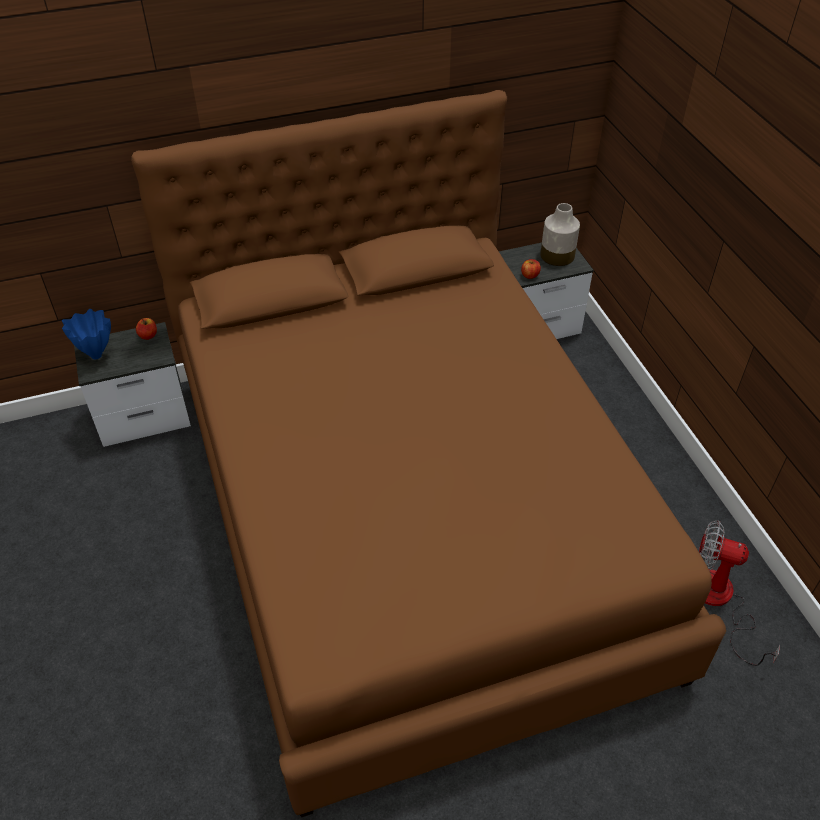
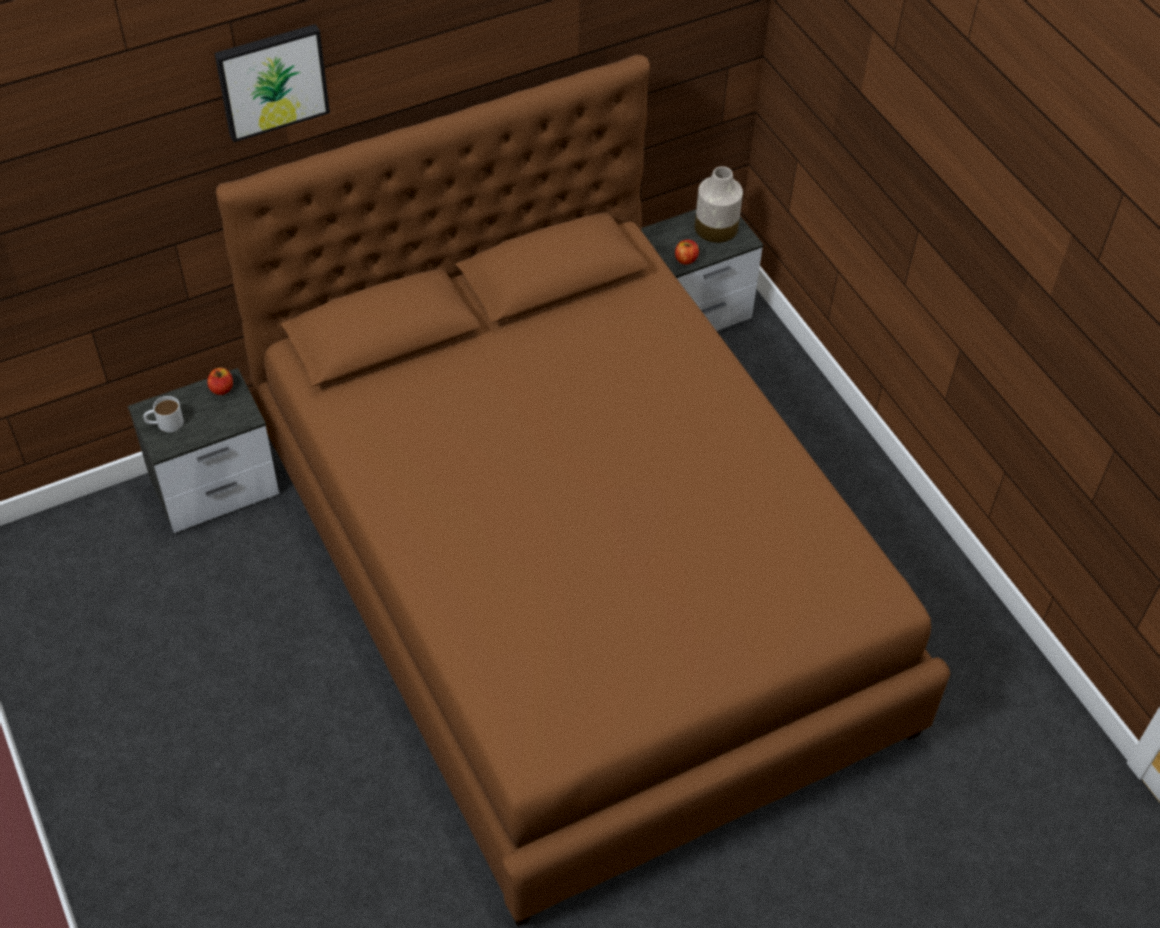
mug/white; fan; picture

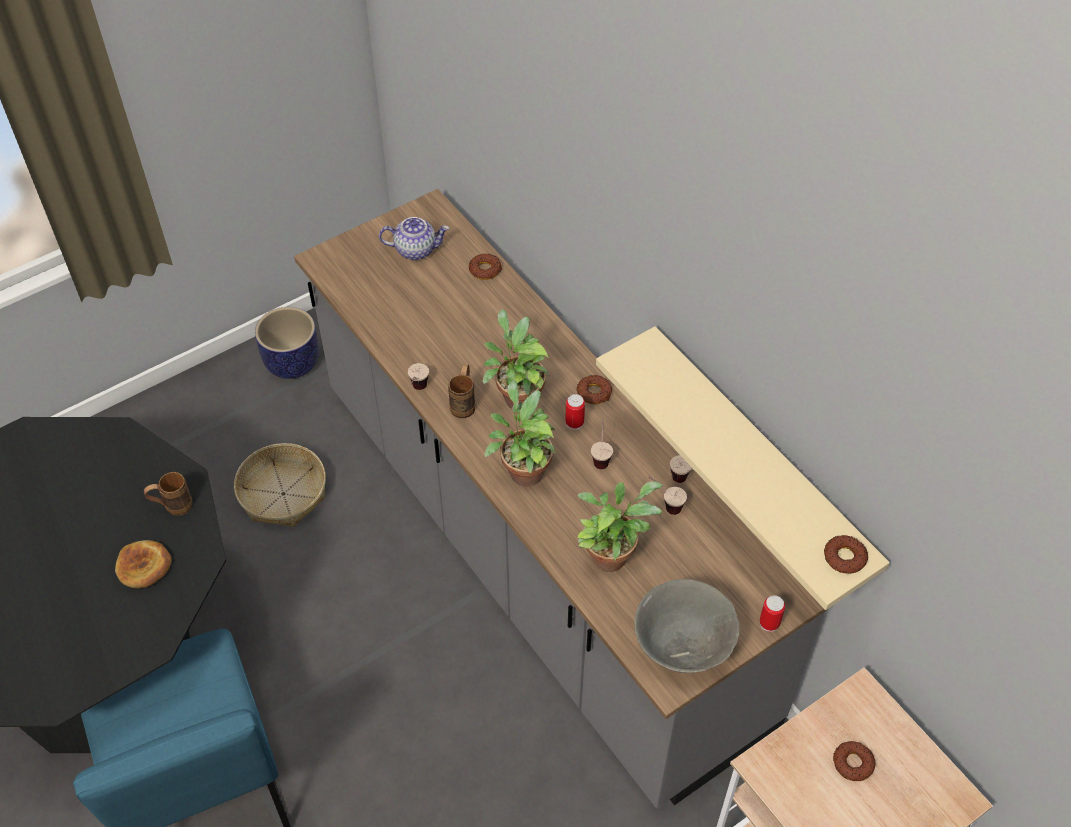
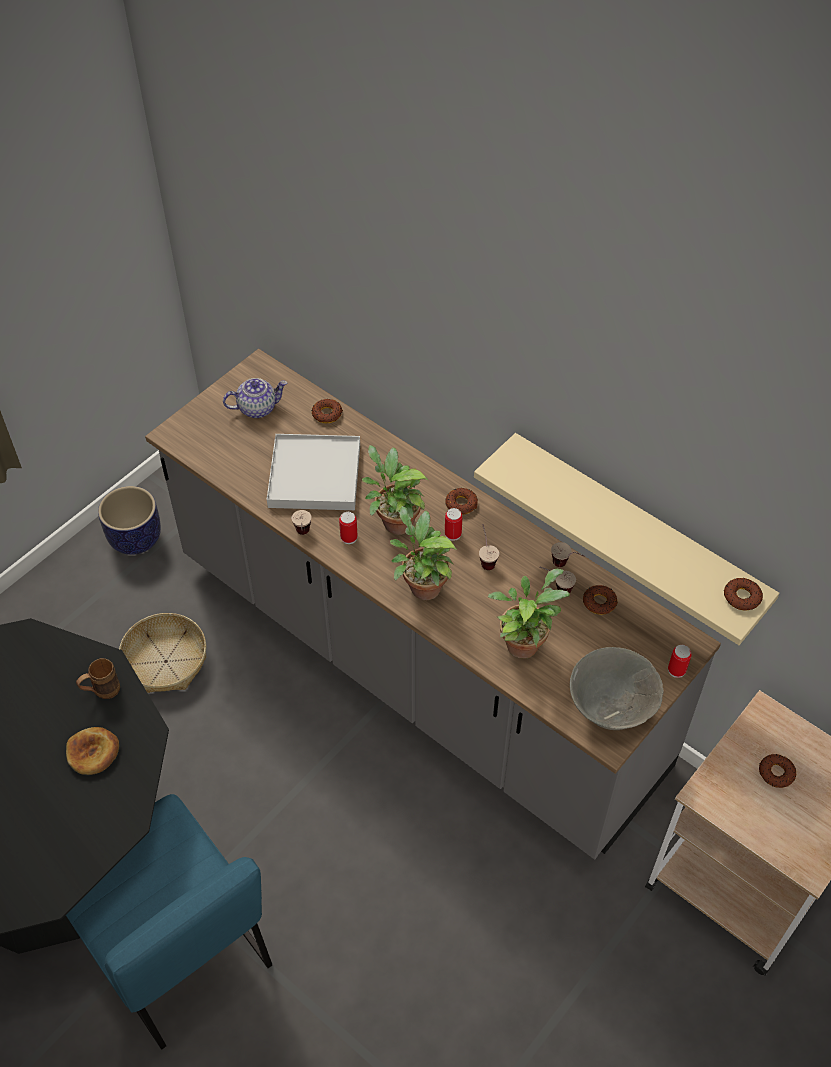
can (no. 1 from left); tray/white; donut (no. 3 from left)

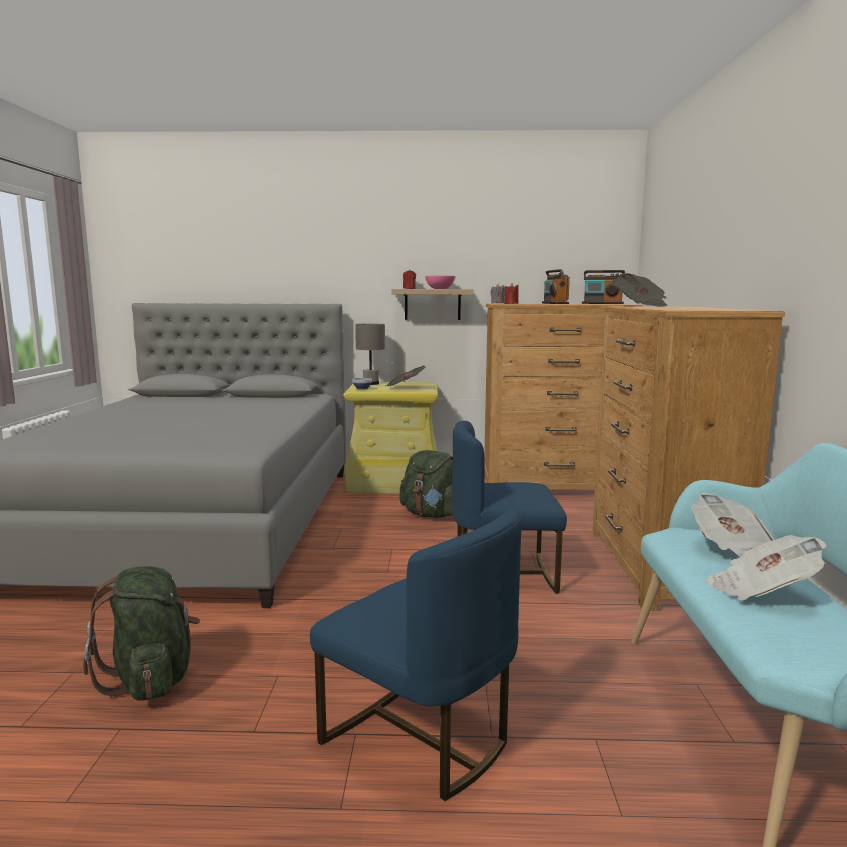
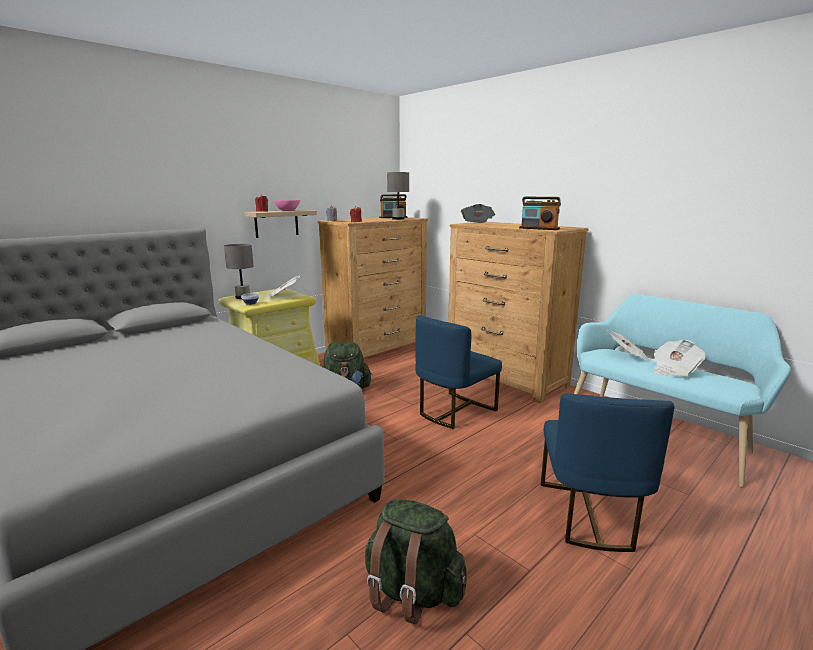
radio (no. 2 from left); chair/blue (no. 2 from left); table lamp/grey (no. 2 from left)

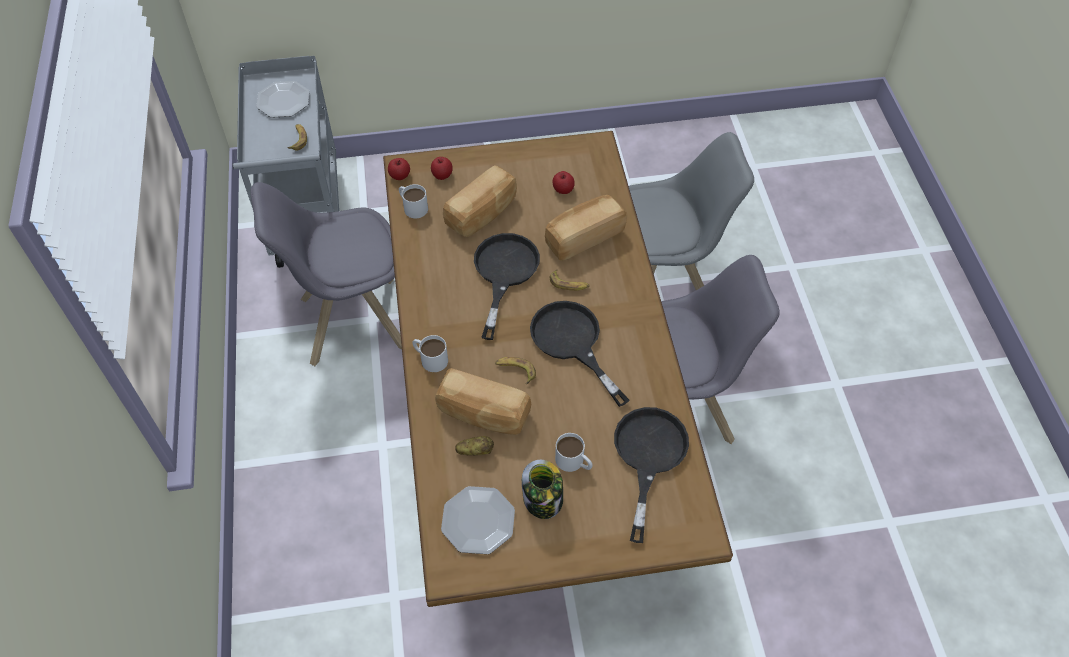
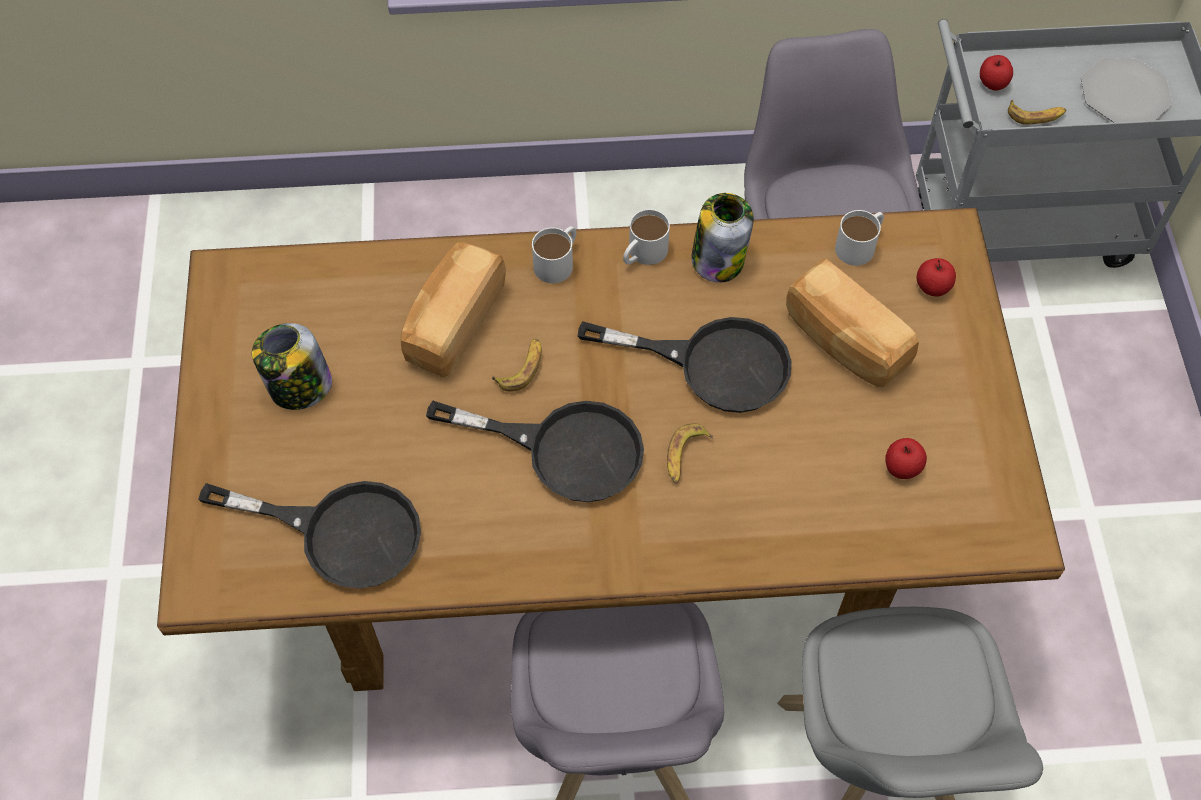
apple (no. 3 from left); bread (no. 3 from left in the first image); frying pan/black (no. 2 from left); mug/white (no. 2 from left); potato; plate (no. 2 from left in the first image); jar (no. 2 from left)

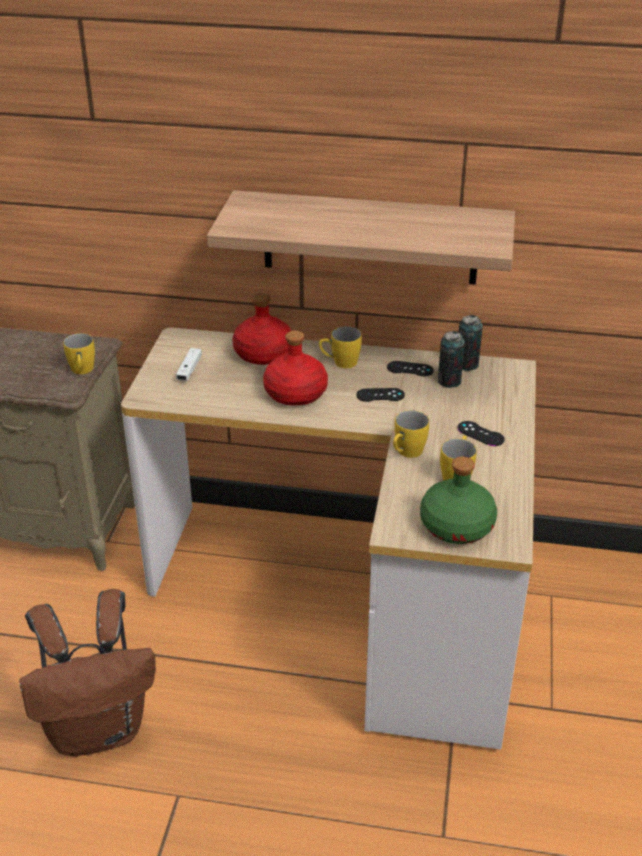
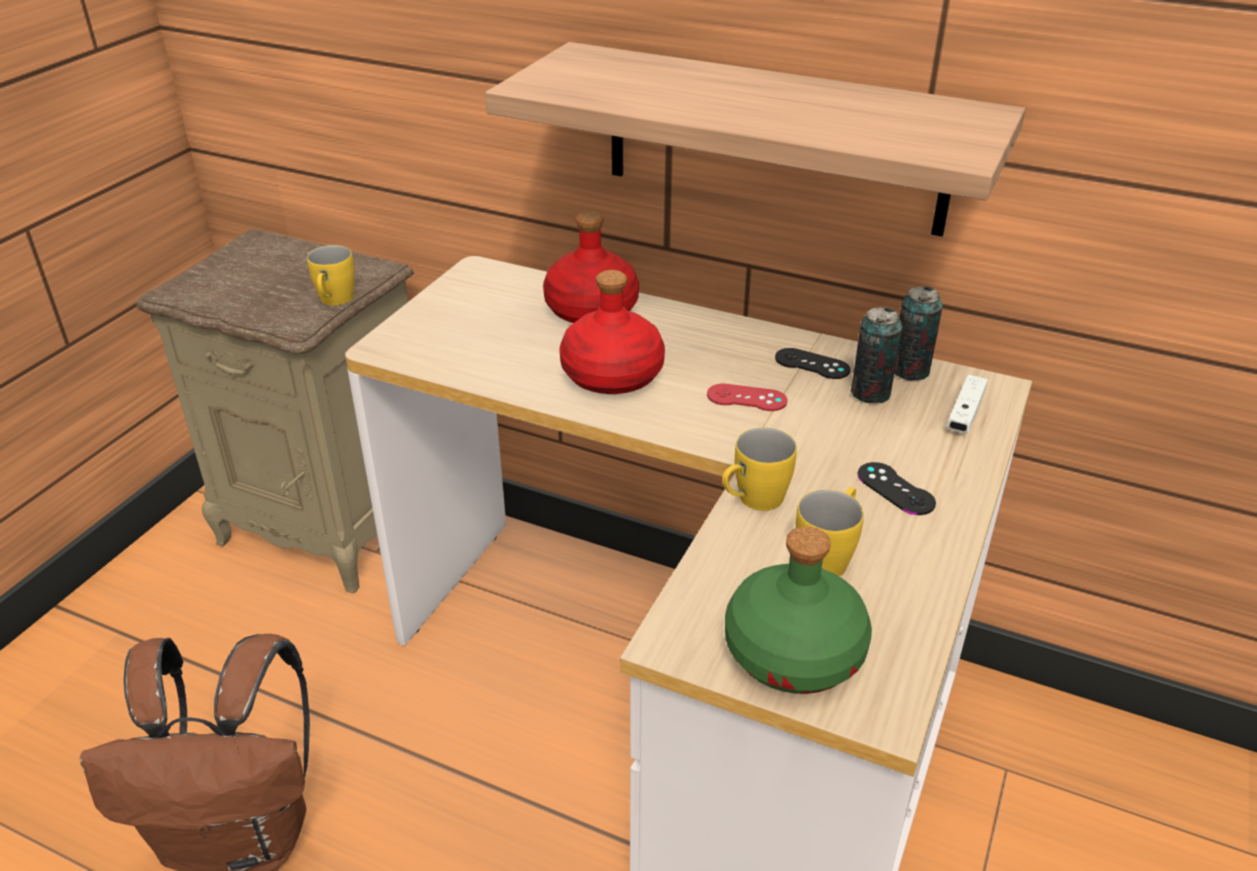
mug/yellow (no. 2 from left in the first image); game controller/white; game controller/red

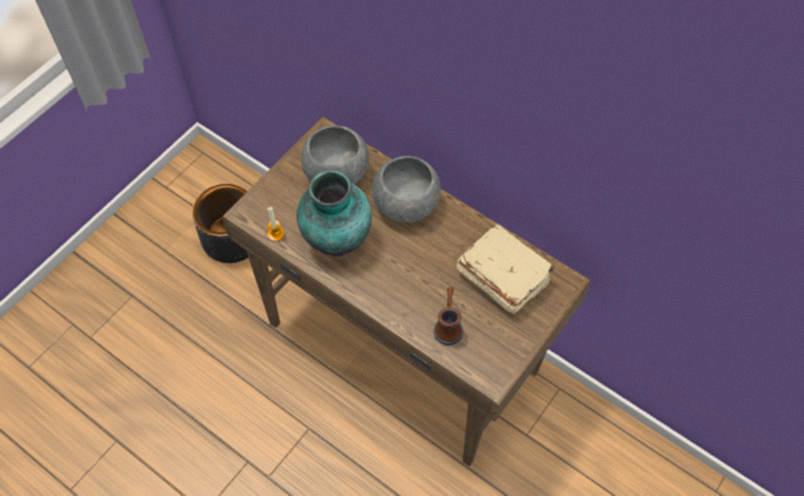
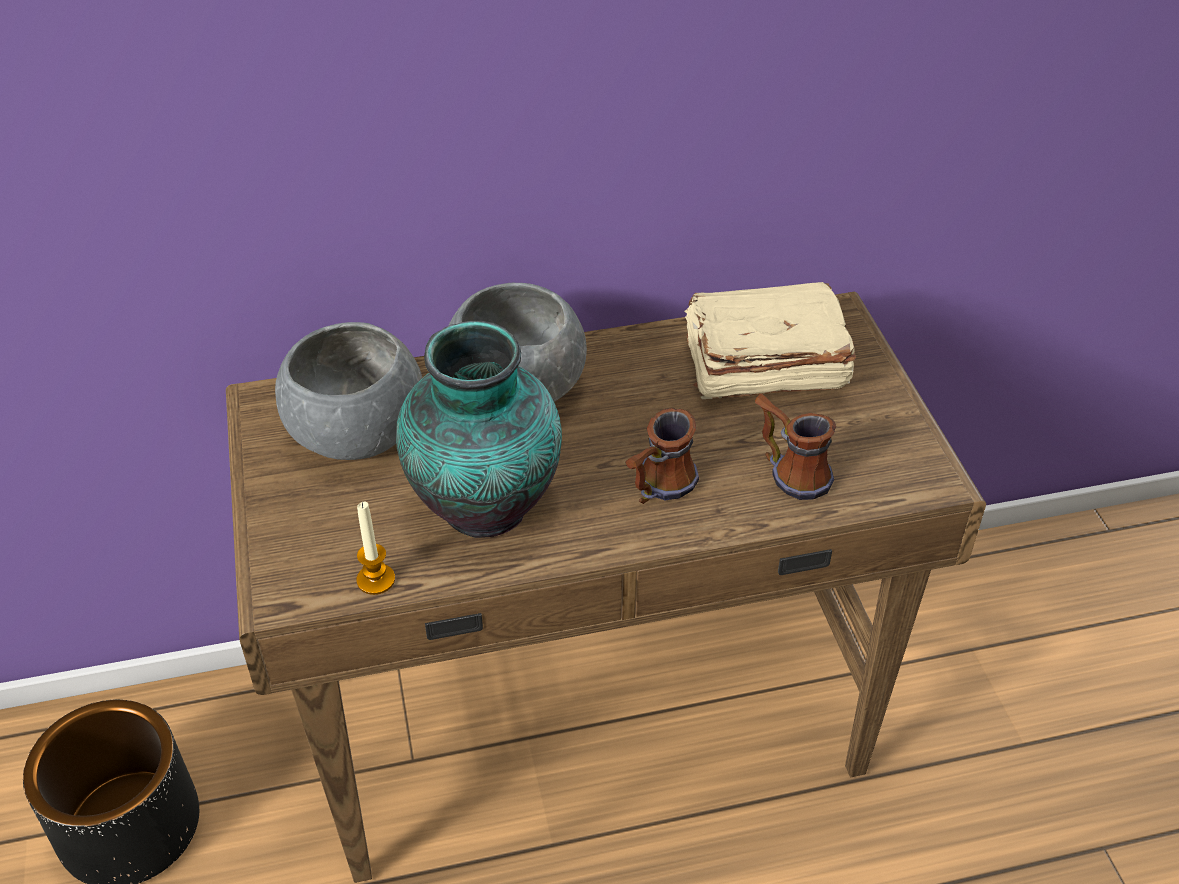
mug (no. 1 from left)

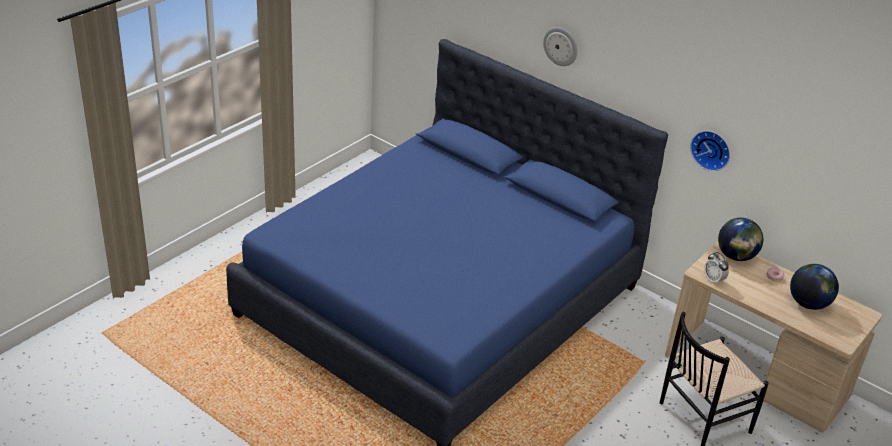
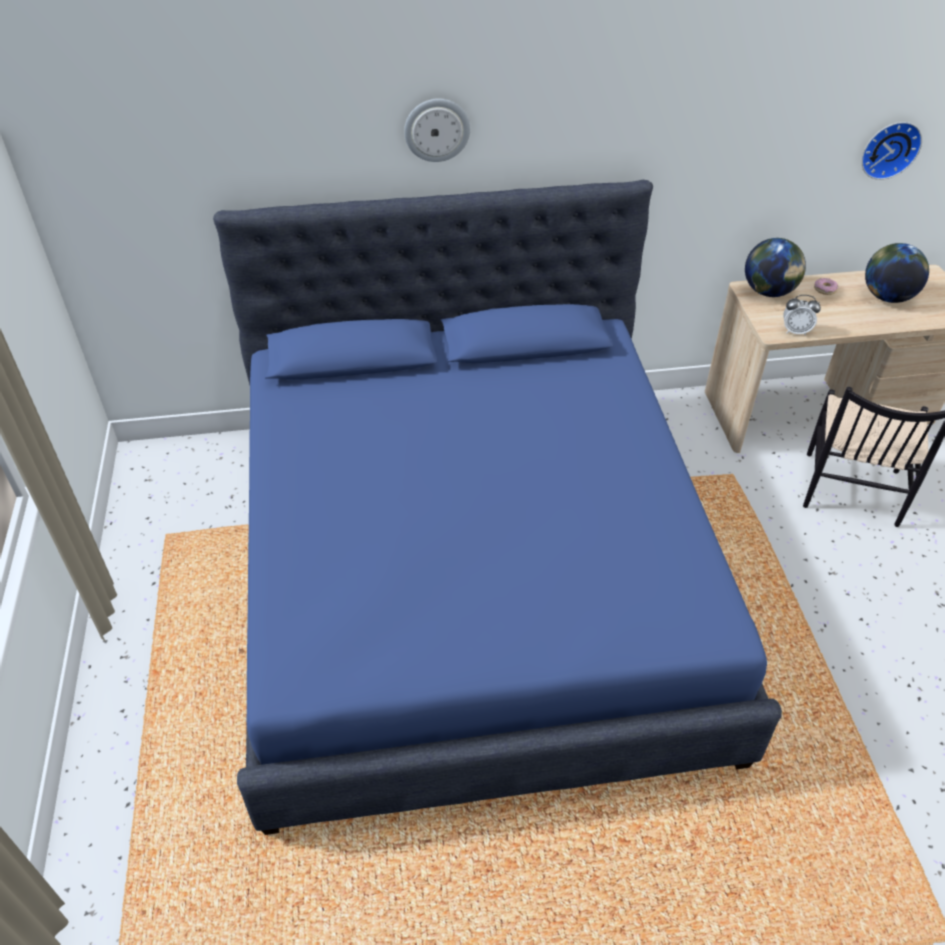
wall clock (no. 2 from left)

